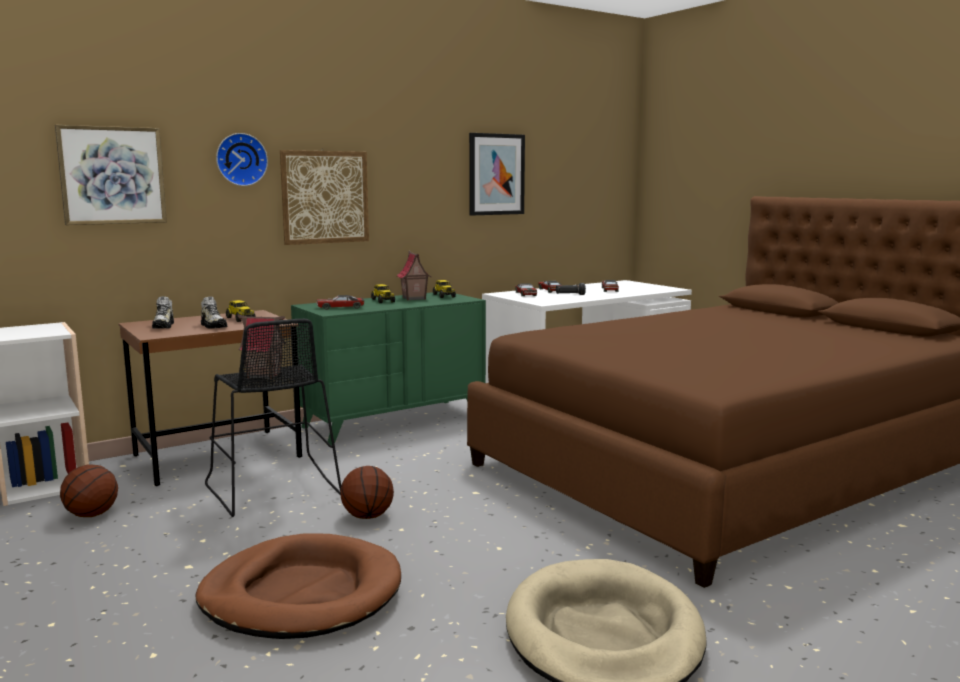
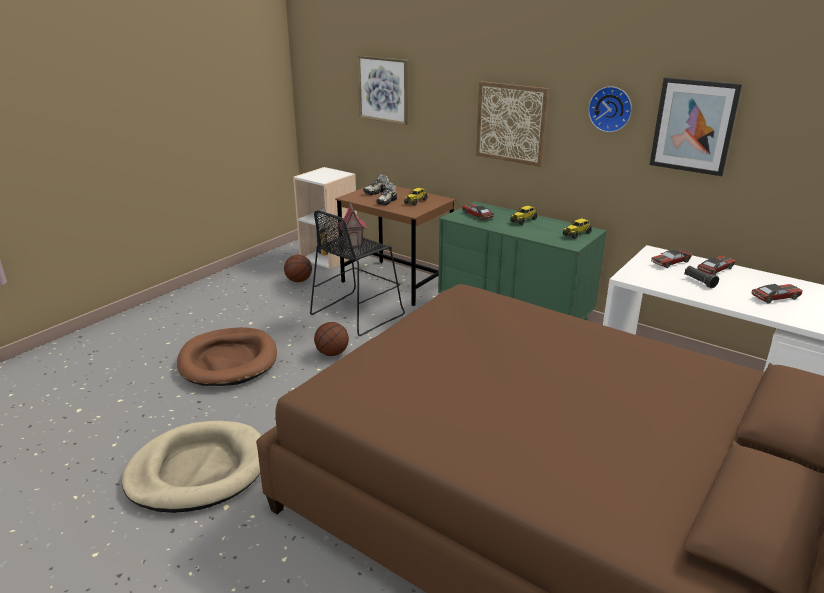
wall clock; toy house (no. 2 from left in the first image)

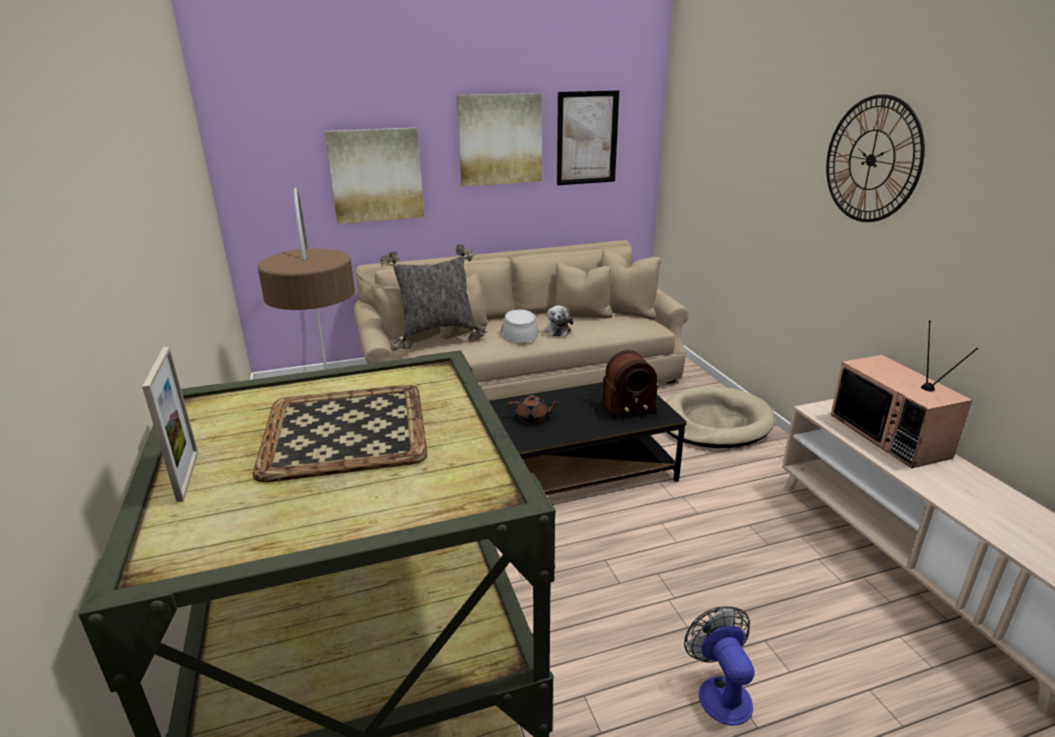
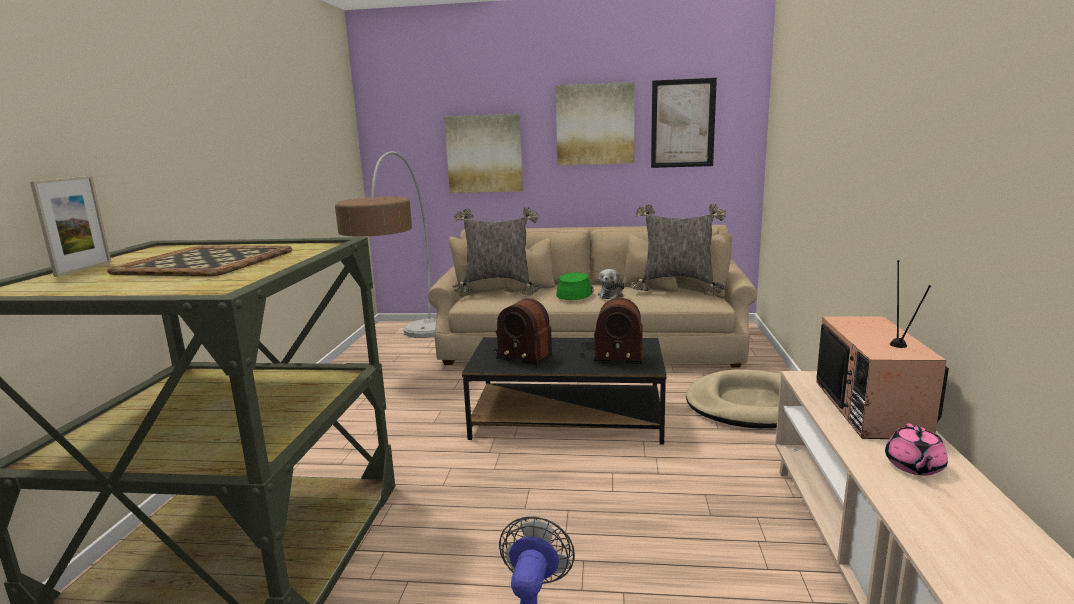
wall clock; hat/green; radio (no. 1 from left); pillow (no. 2 from left); teapot/pink

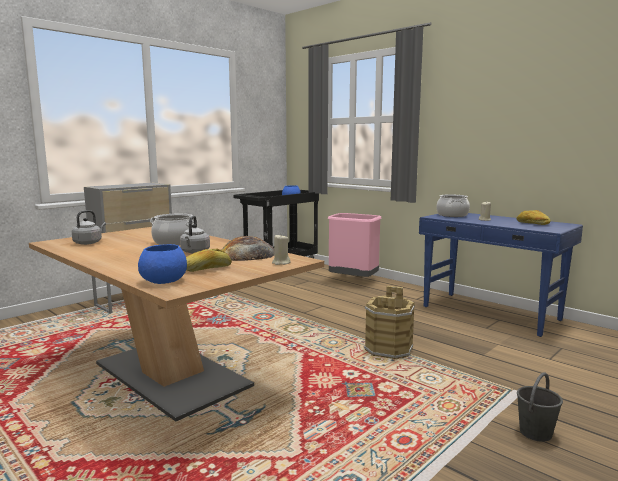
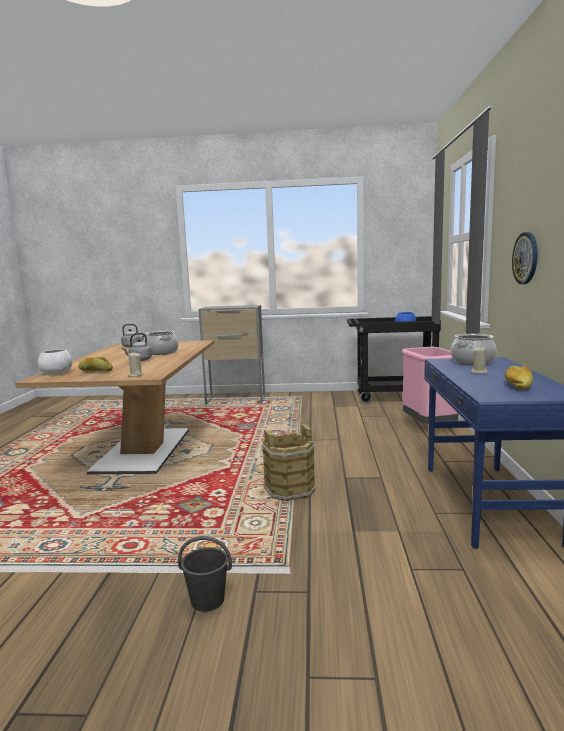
bread (no. 2 from left in the first image); bowl/white; wall clock

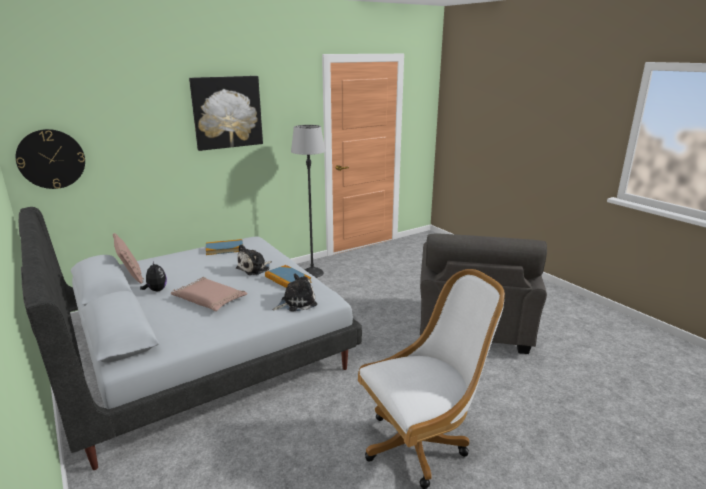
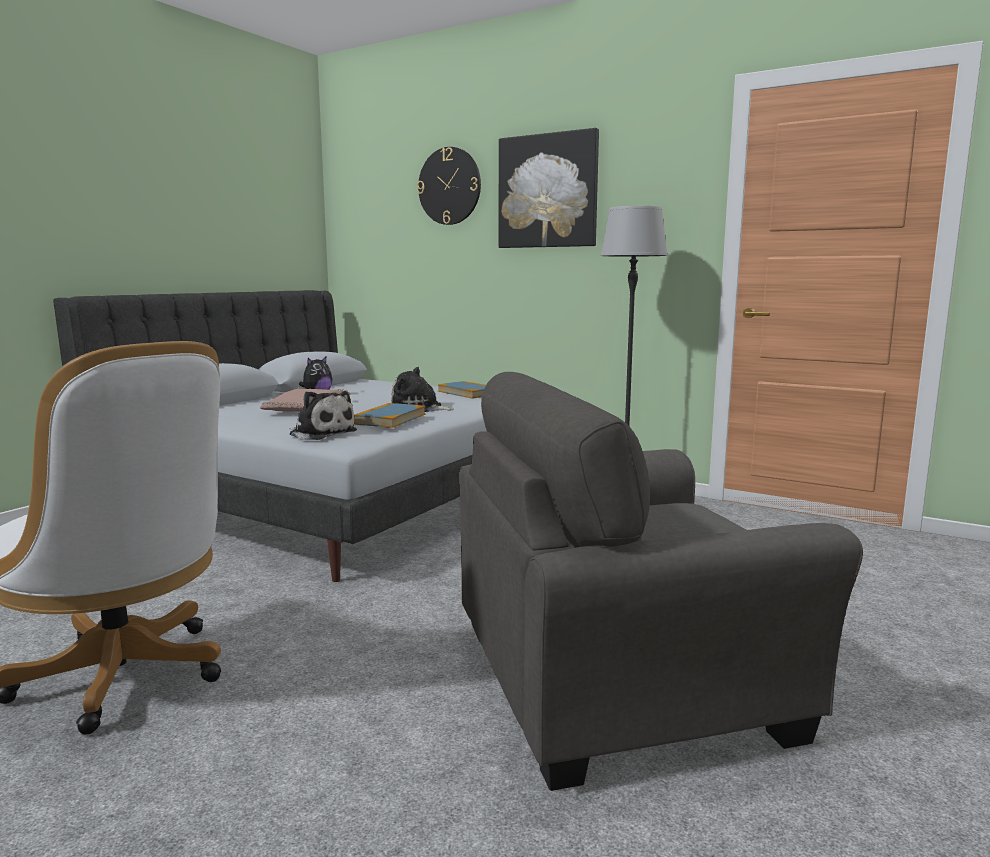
wall clock; pillow/beige (no. 1 from left in the first image)

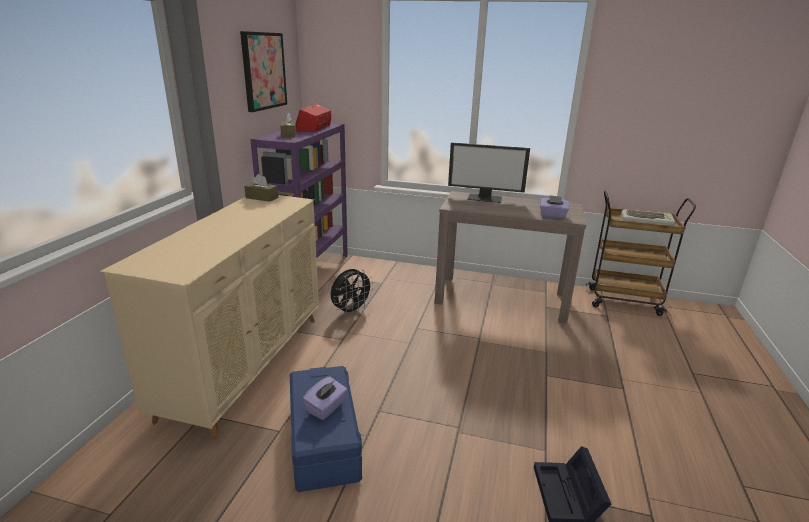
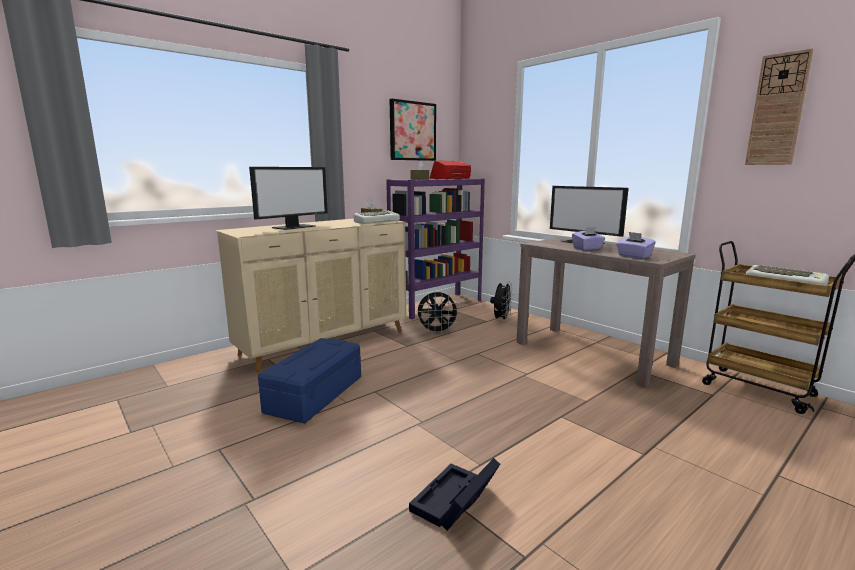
tissue box/purple (no. 1 from left); wall clock; monitor (no. 1 from left); keyboard (no. 1 from left); fan/black (no. 2 from left)

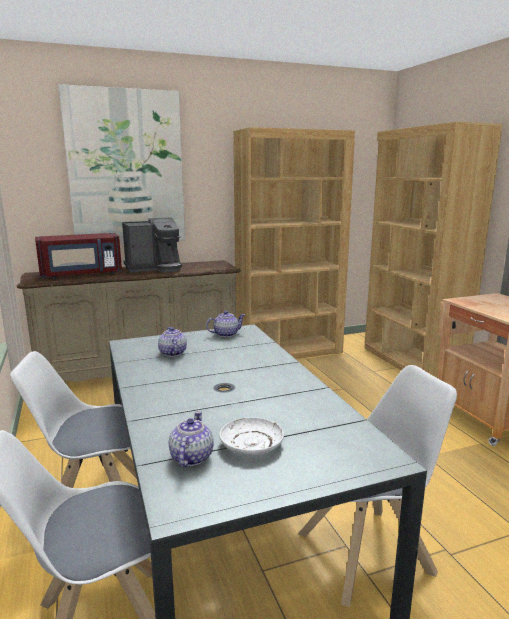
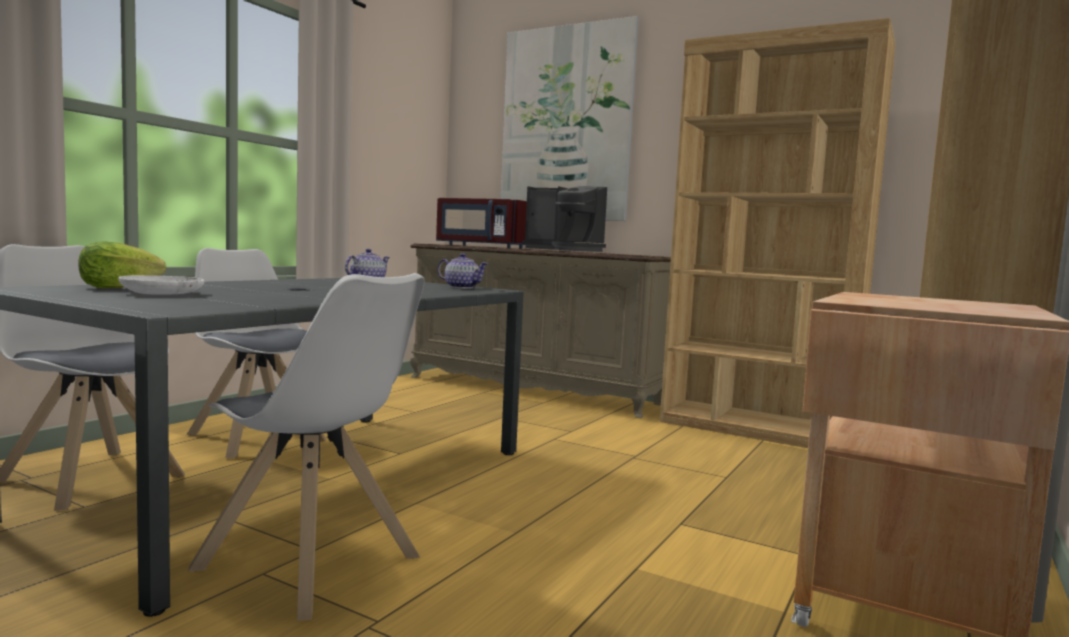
lettuce

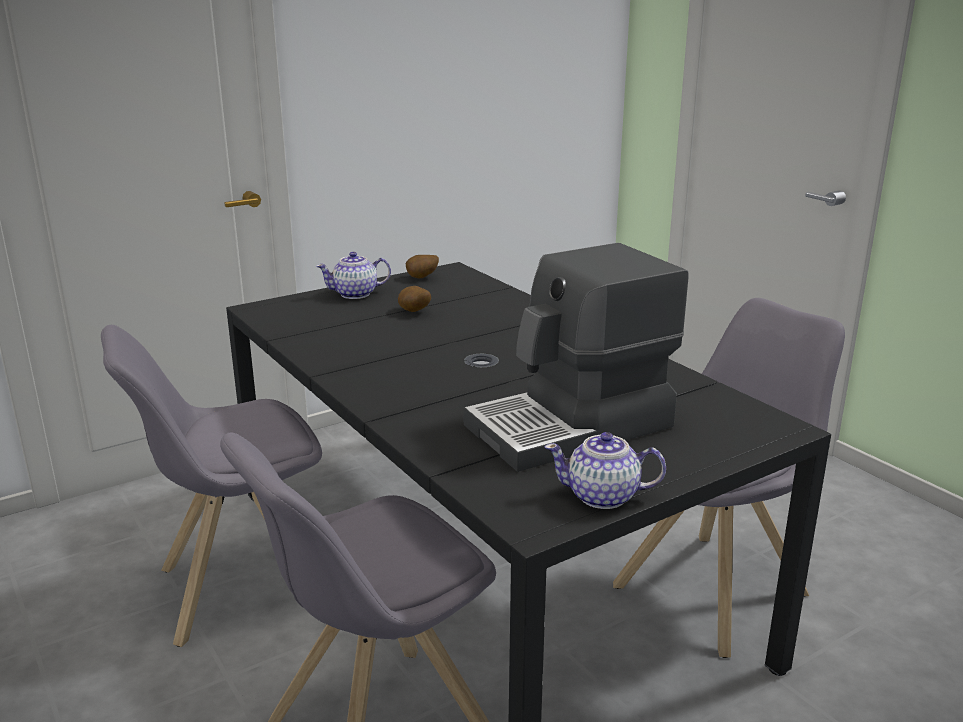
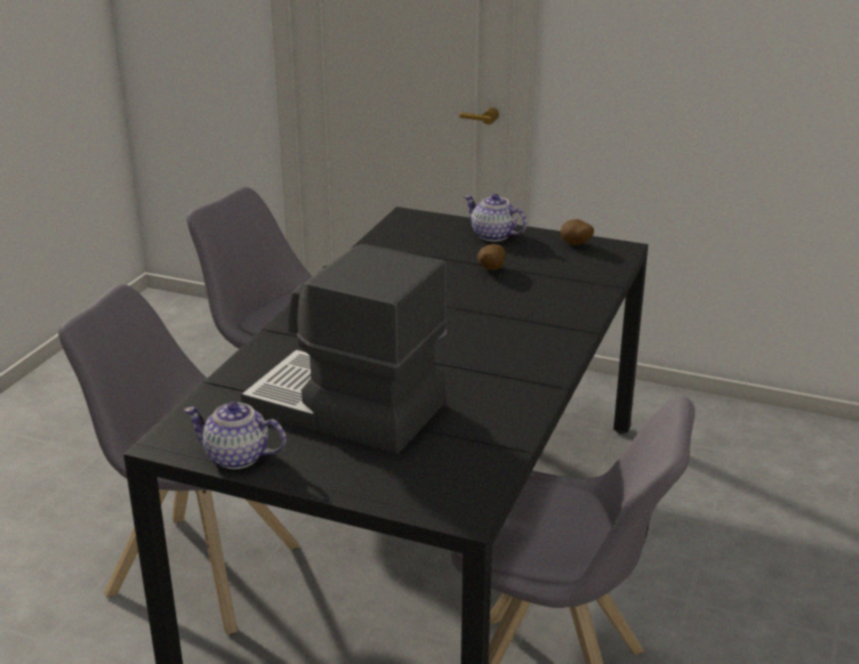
teapot (no. 1 from left)

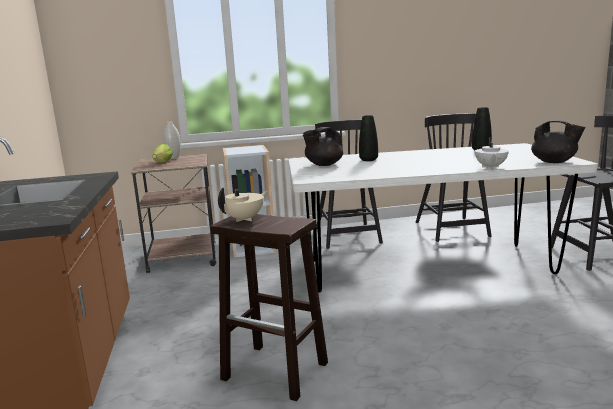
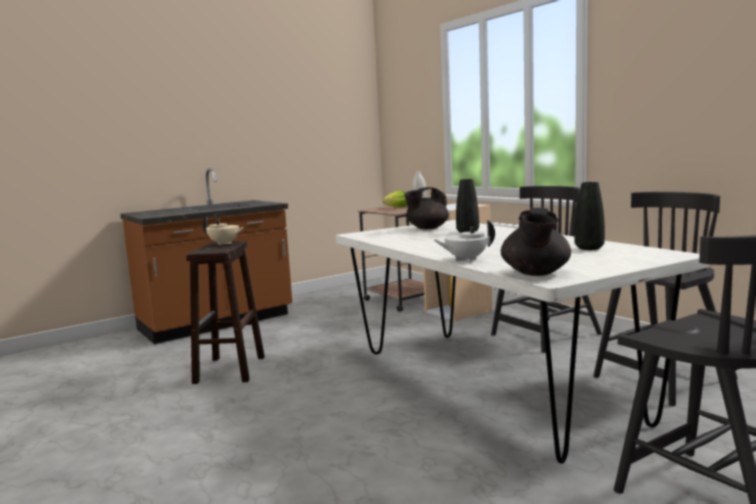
teapot/black (no. 1 from left)

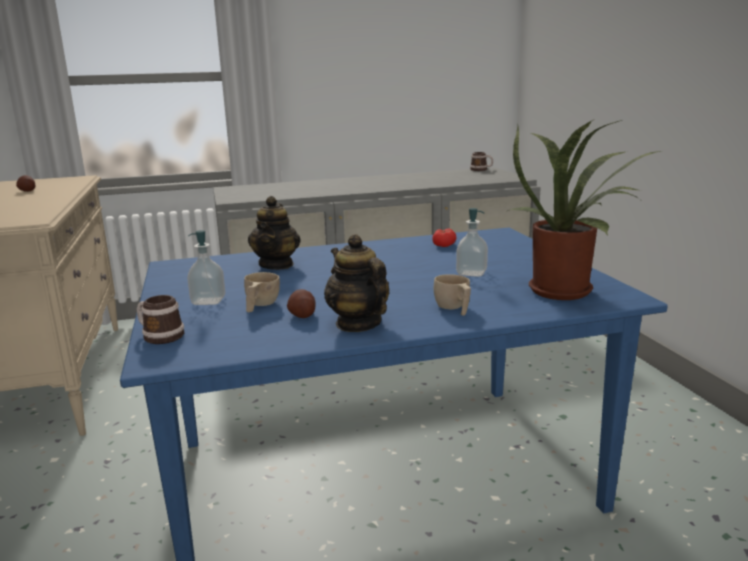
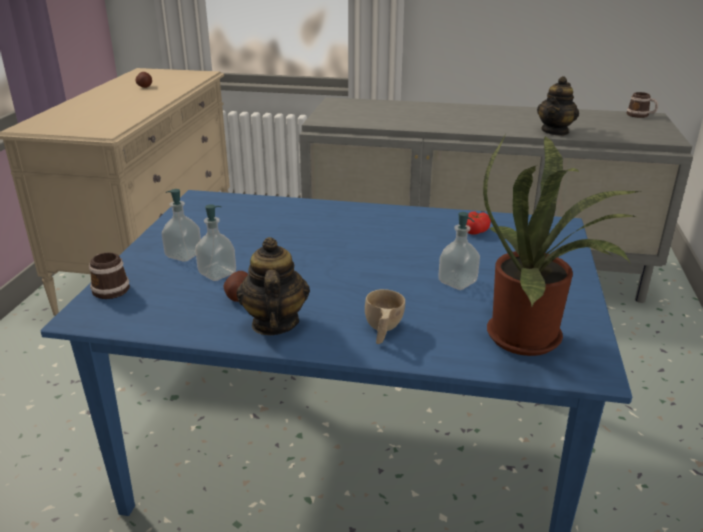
teapot (no. 2 from left); soap dispenser (no. 2 from left)

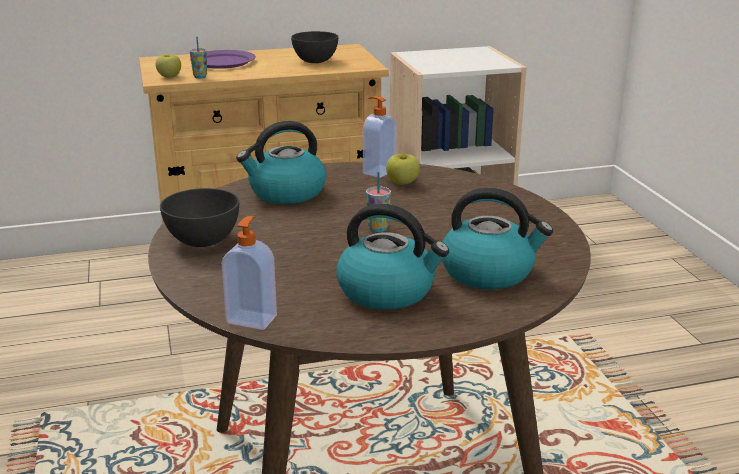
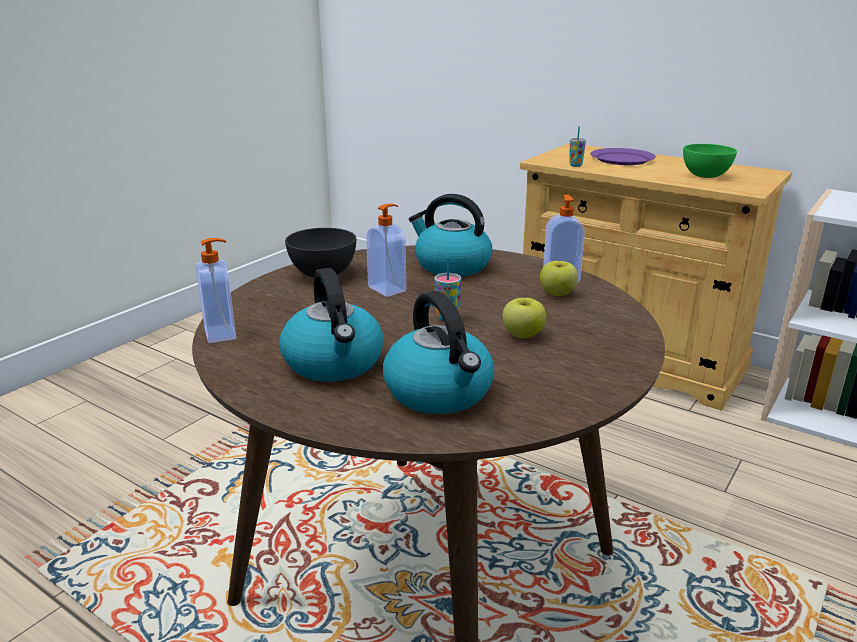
bowl/green; apple (no. 1 from left); soap dispenser (no. 2 from left)

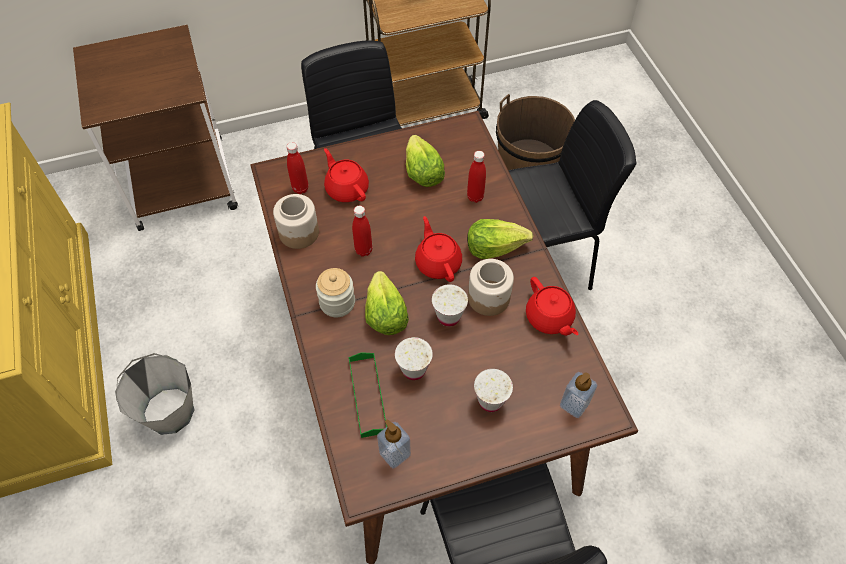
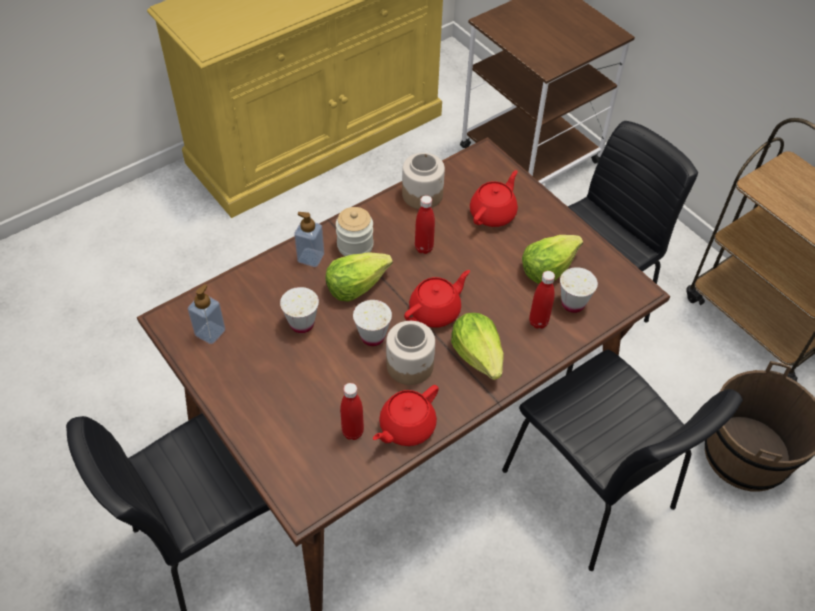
bottle/red (no. 1 from left); tray/green; bucket/grey; cup/white (no. 3 from left); soap dispenser (no. 2 from left)

